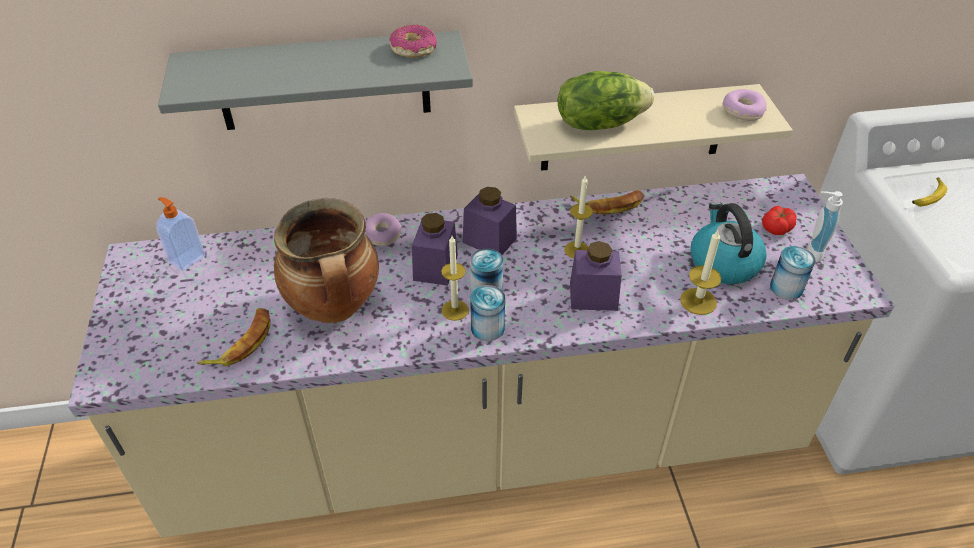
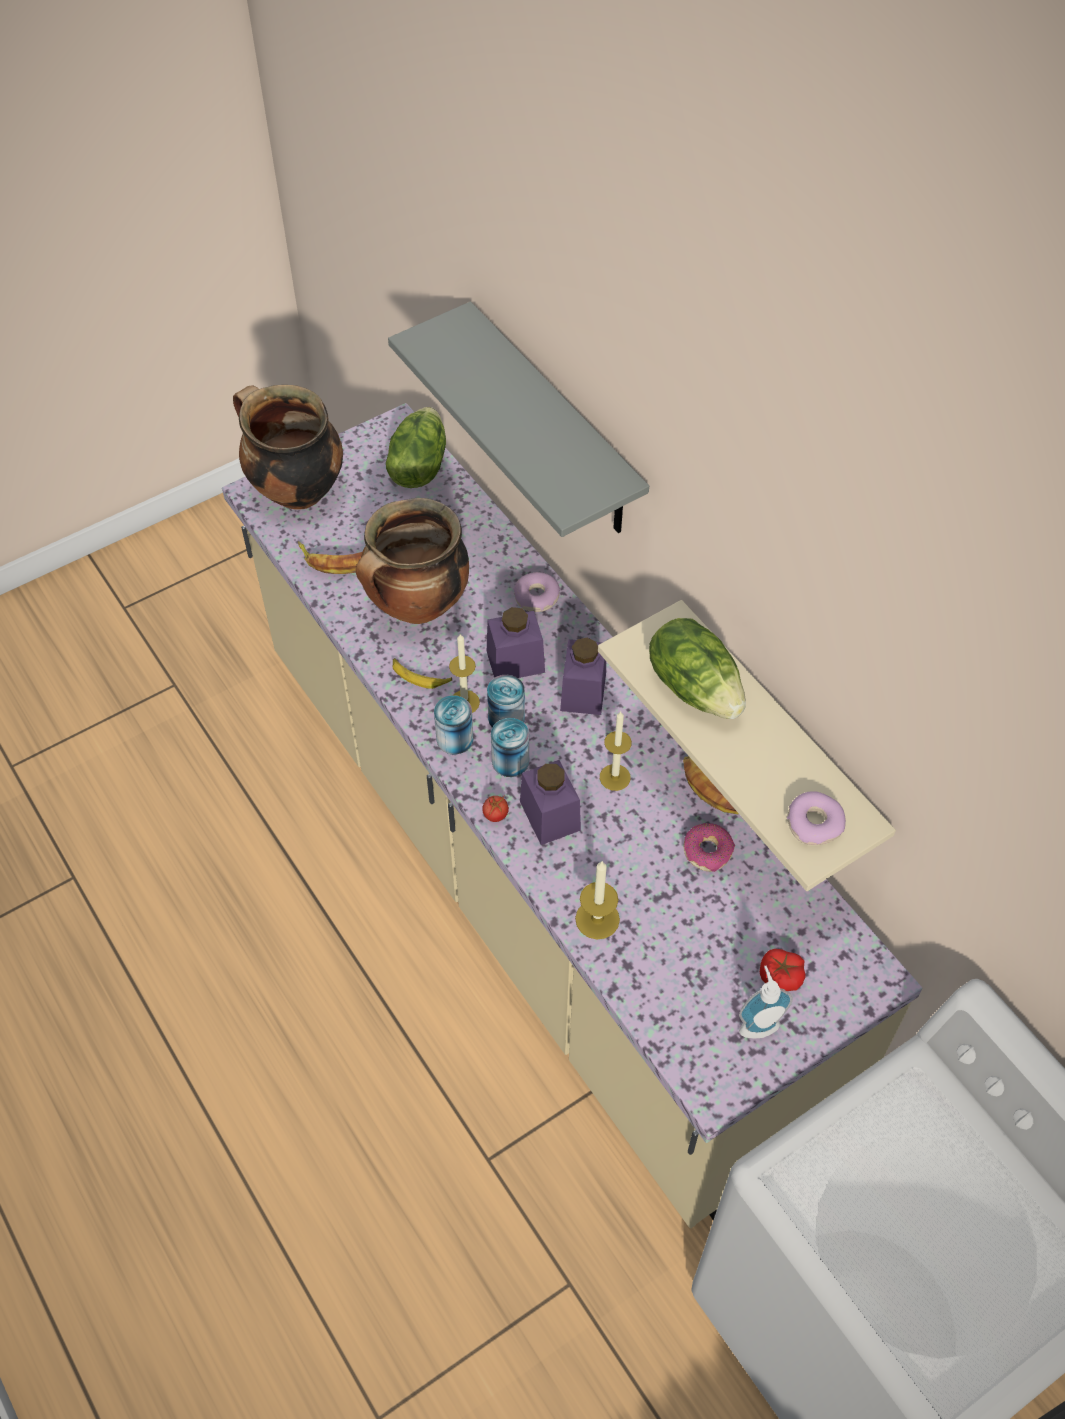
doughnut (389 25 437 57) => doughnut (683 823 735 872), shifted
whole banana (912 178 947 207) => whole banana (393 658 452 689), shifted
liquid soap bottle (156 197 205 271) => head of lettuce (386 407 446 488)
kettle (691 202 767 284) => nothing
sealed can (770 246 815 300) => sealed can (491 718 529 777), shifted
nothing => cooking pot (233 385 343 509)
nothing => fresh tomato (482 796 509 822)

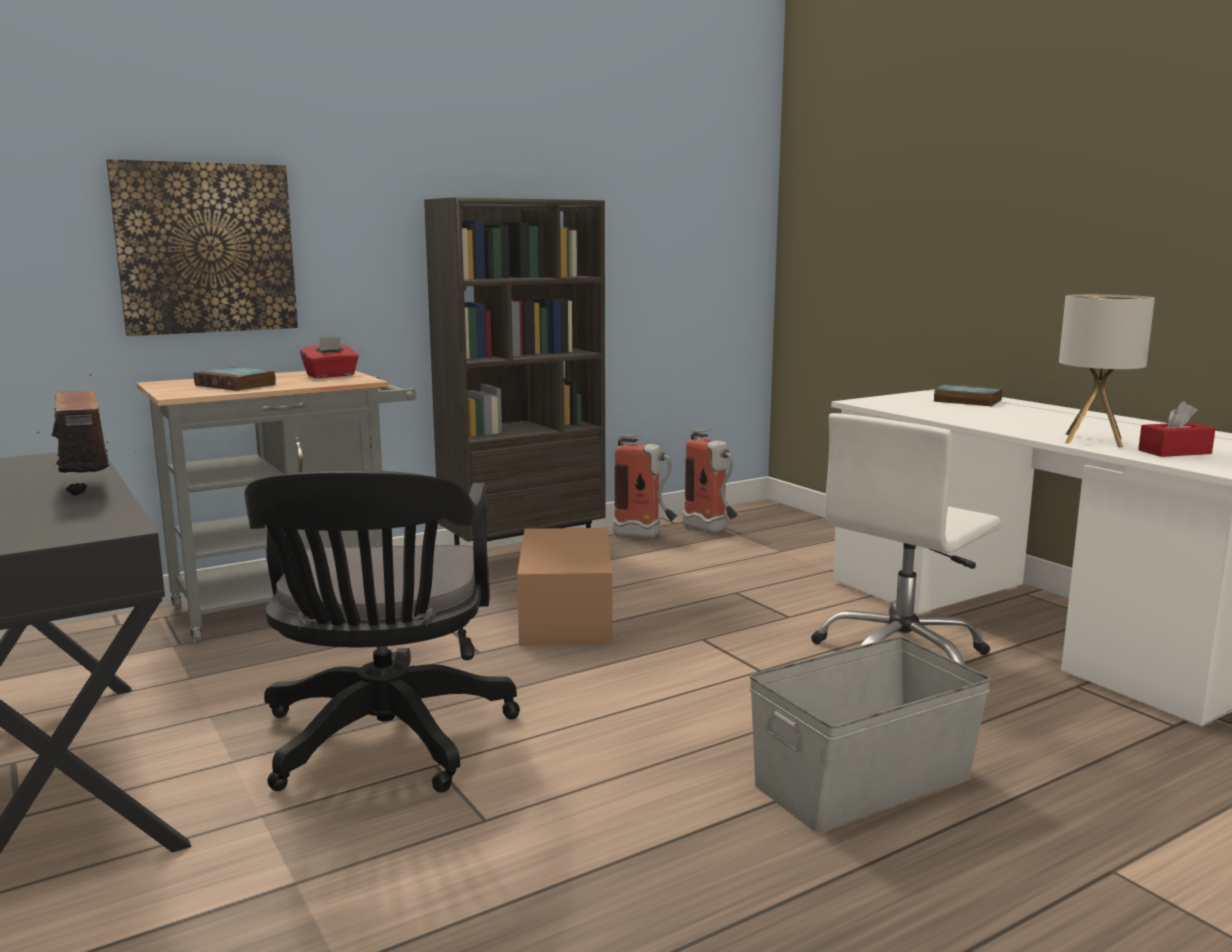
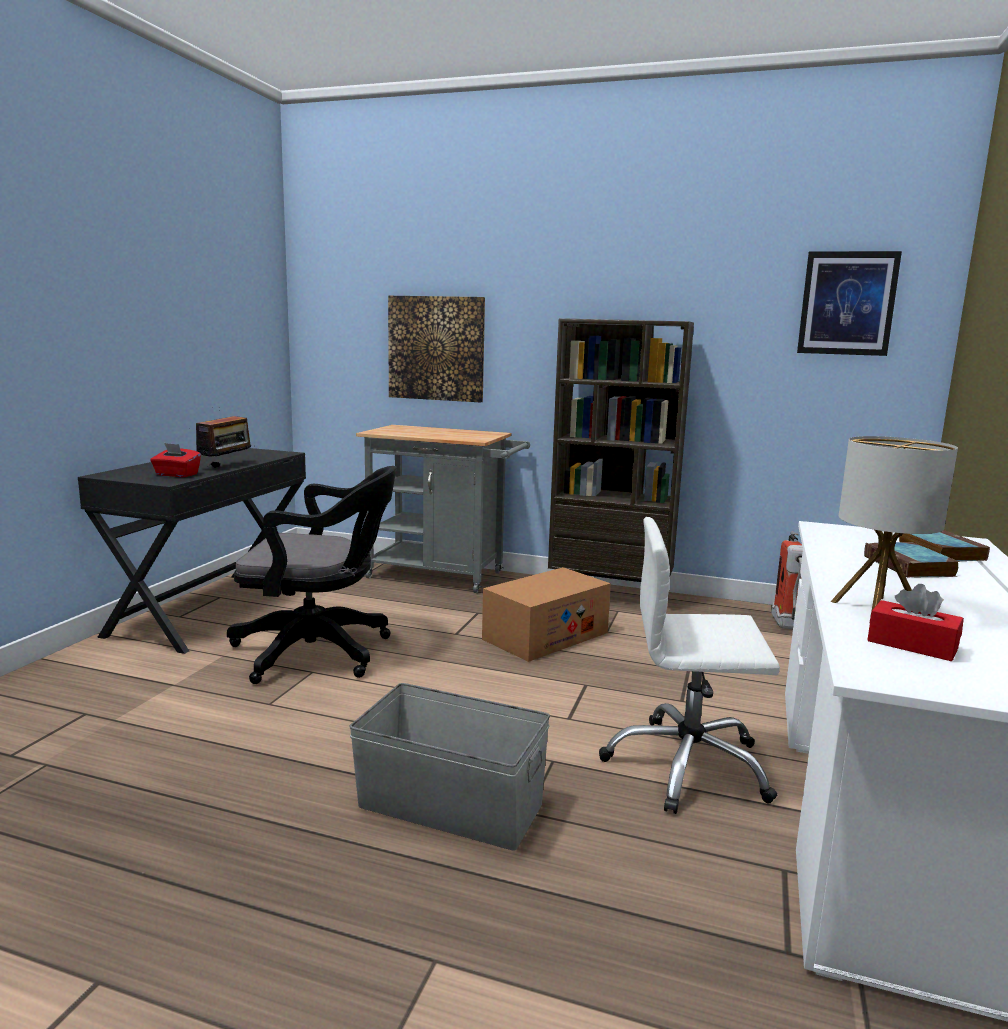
red-coloured tissue box (300 337 359 378) => red-coloured tissue box (150 443 201 477), shifted
bound book (193 367 276 391) => bound book (864 542 959 578), shifted
fire-fighting cylinder (613 433 677 539) => nothing
black-coloured computer chair (244 470 520 793) => black-coloured computer chair (227 466 397 684), 135 degrees counterclockwise
nothing => wall picture (797 251 902 356)

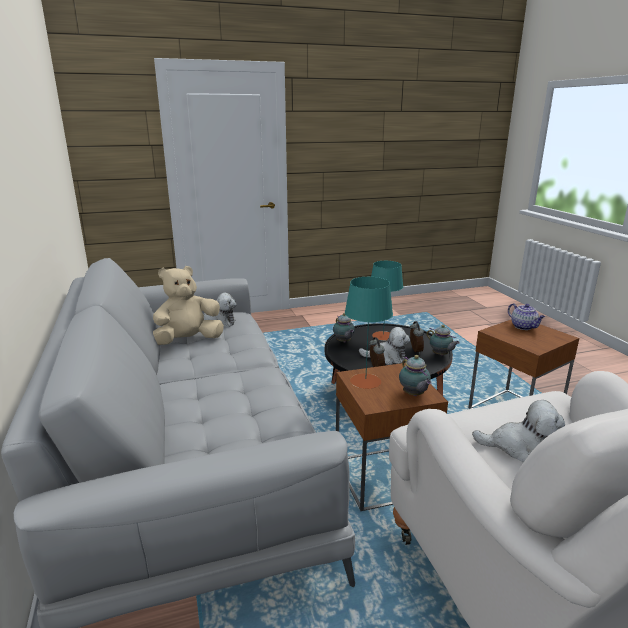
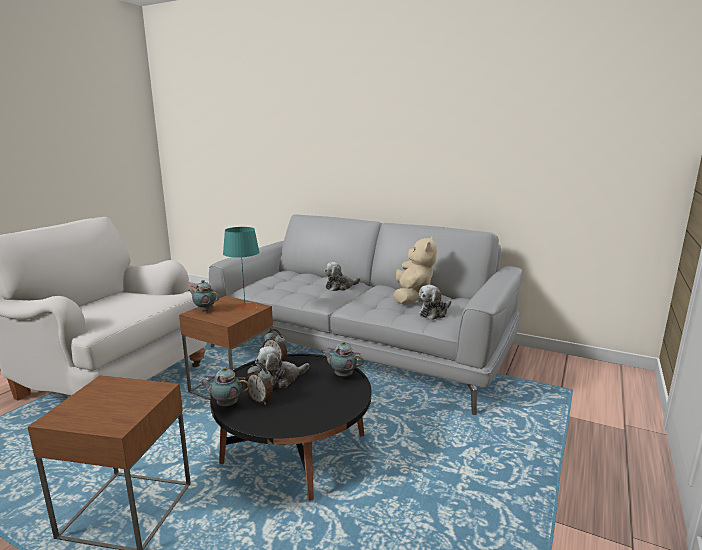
turquoise-coloured lamp for a table (371 261 403 341) => nothing
teapot (508 303 545 330) => nothing
soft toy (472 400 565 462) => soft toy (324 262 361 291), shifted

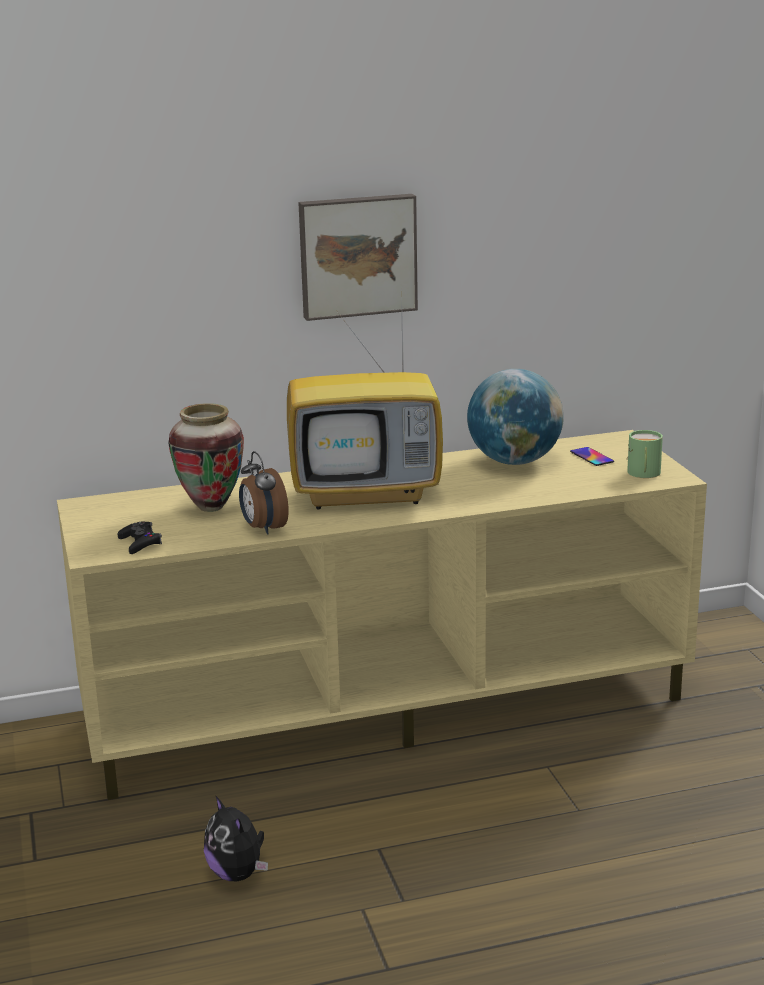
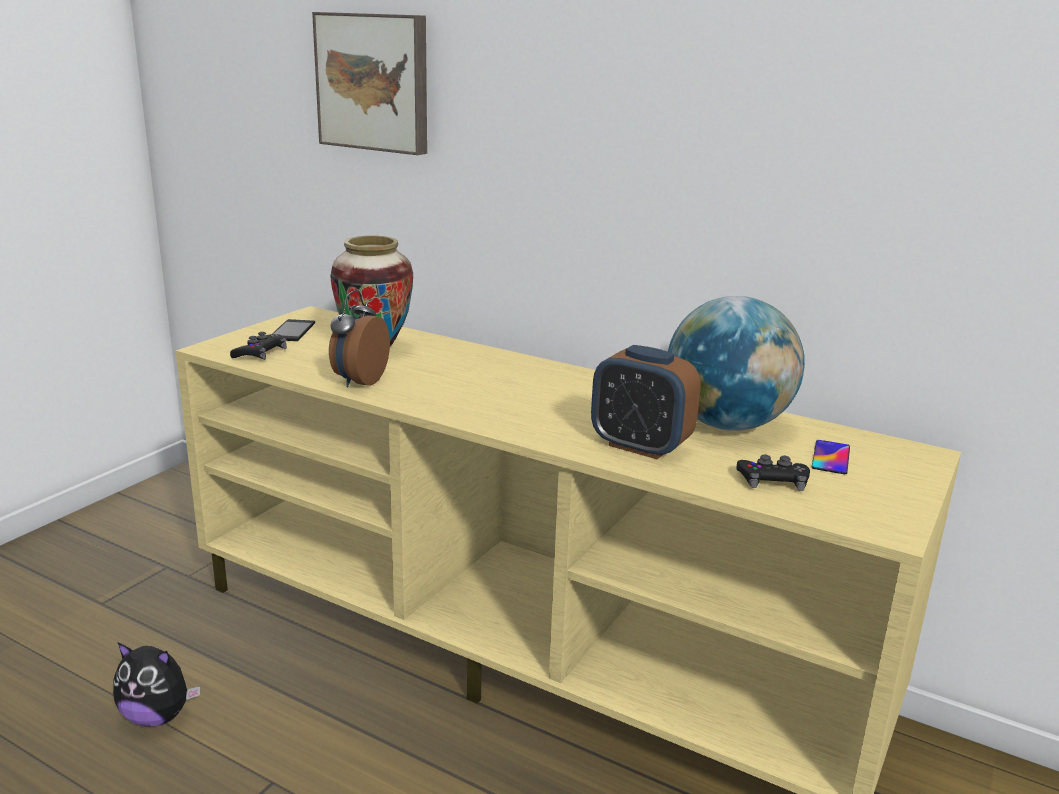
wall picture (298 194 418 321) => wall picture (312 12 427 155), shifted
TV (287 314 443 509) => nothing
greenish mug (627 430 663 478) => nothing
soft toy (204 795 268 881) => soft toy (113 642 200 727), 90 degrees counterclockwise
nothing => telephone (272 319 315 341)
nothing => bedside clock (591 345 700 460)
nothing => black-coloured joypad (736 454 810 491)

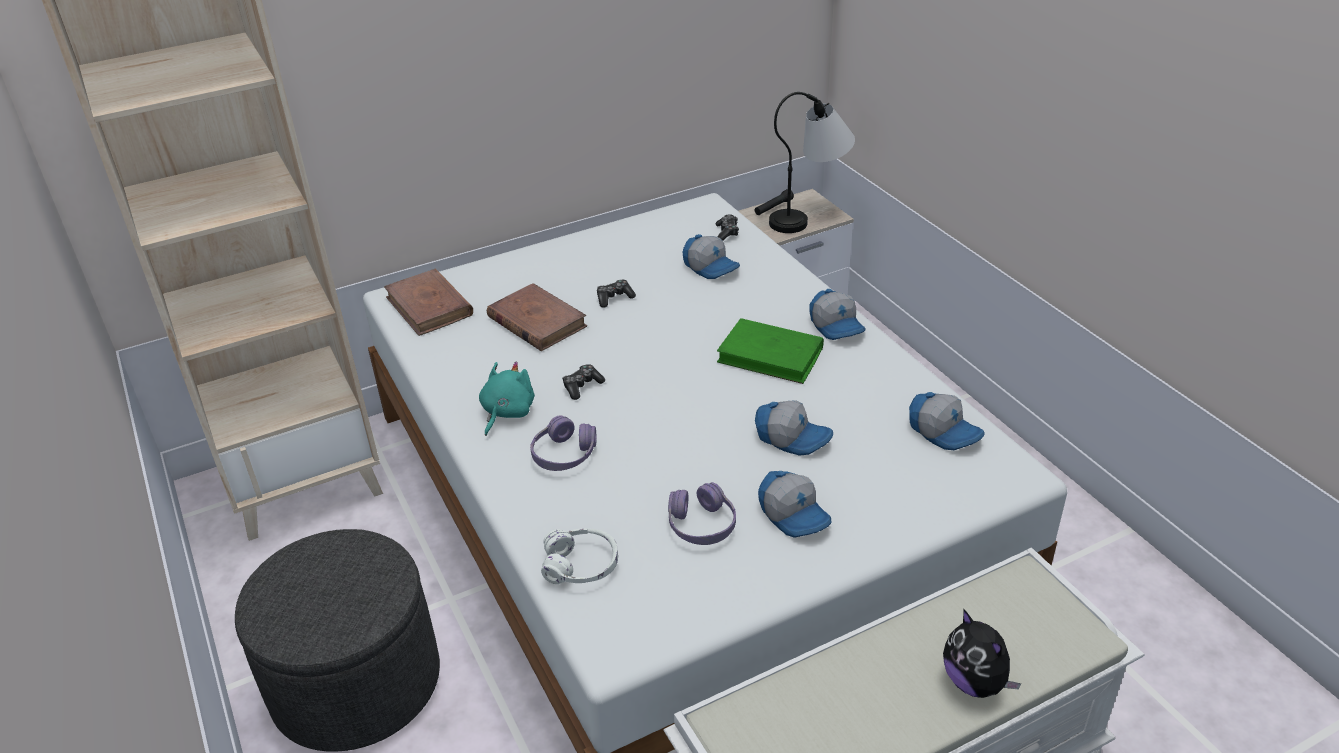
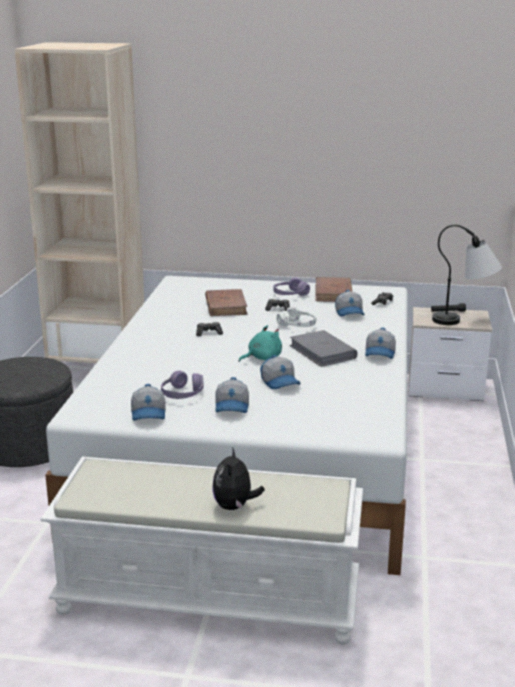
brown bound book (384 269 473 336) => brown bound book (316 277 352 302), shifted
greenish bound book (717 318 824 384) => grey bound book (290 330 357 367)
turquoise-coloured soft toy (479 361 535 436) => turquoise-coloured soft toy (239 325 282 362), shifted
baseball cap (909 392 985 450) => baseball cap (131 384 166 421), shifted
purplish headphones (530 415 596 471) => purplish headphones (273 278 310 296), shifted
white-coloured headphones (541 528 618 584) => white-coloured headphones (276 306 316 327), shifted

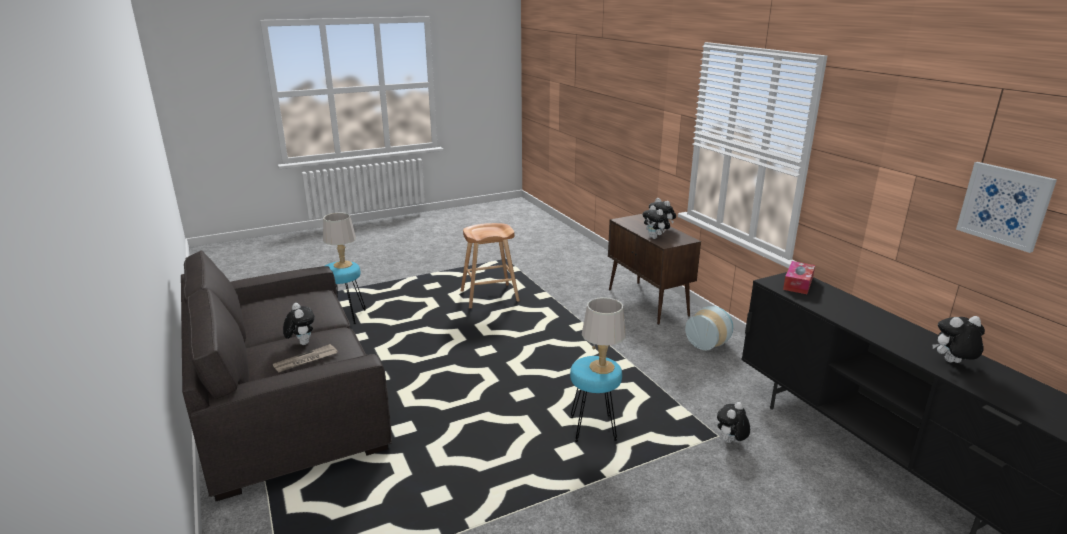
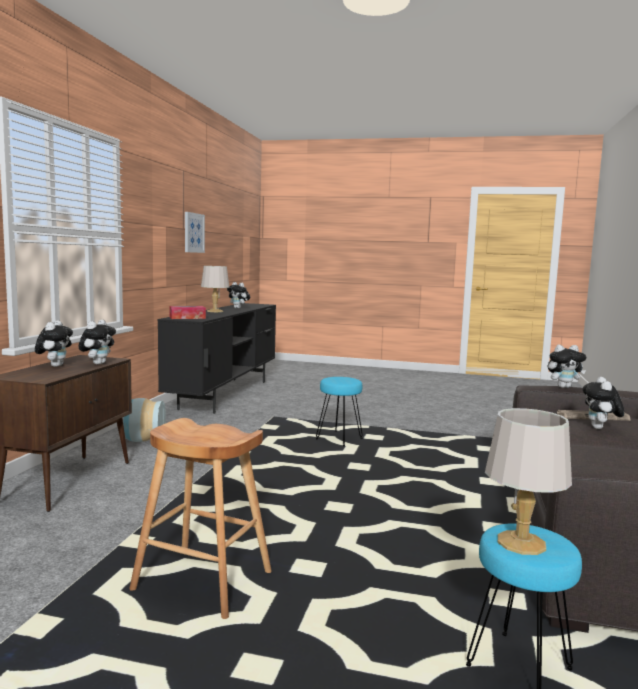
grey lamp for a table (582 297 626 374) => grey lamp for a table (201 266 229 312), shifted
soft toy (717 402 750 443) => soft toy (548 345 586 388), shifted

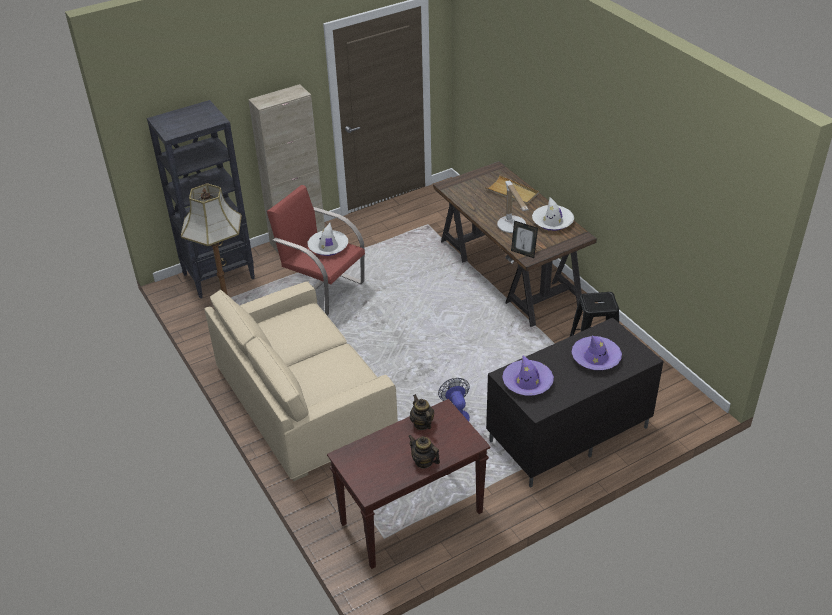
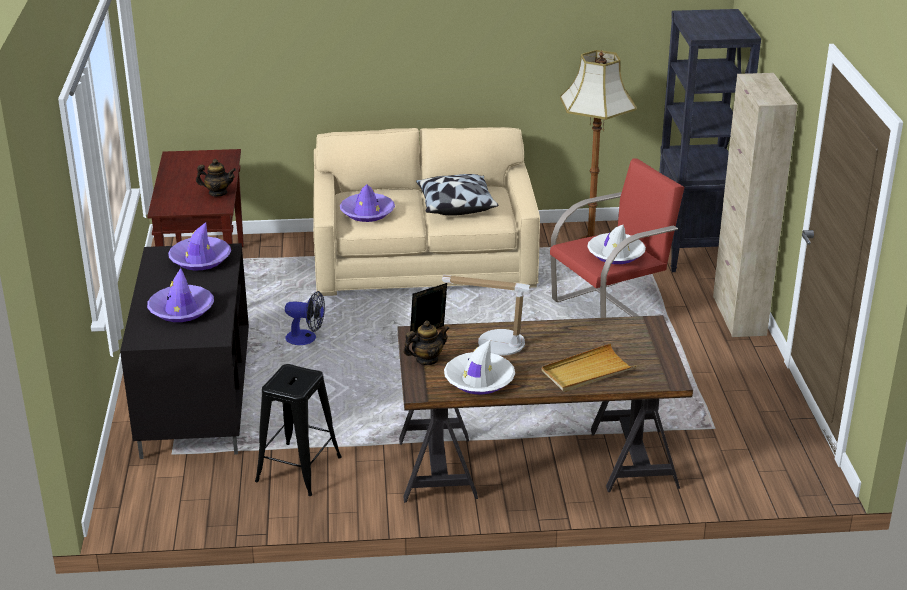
teapot (408 435 440 469) => teapot (403 321 450 365), shifted
nothing => cushion (416 174 499 216)
nothing => purplish clothing hat (340 184 395 222)

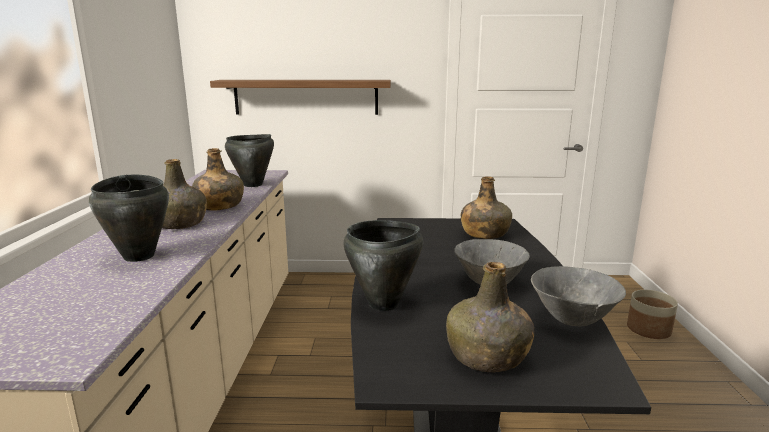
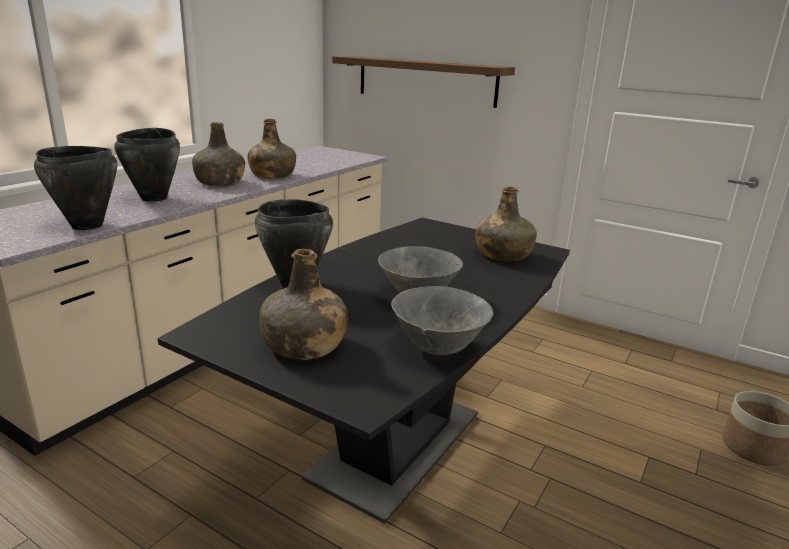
black-coloured cooking pot (225 134 274 187) => black-coloured cooking pot (34 146 117 230), shifted

